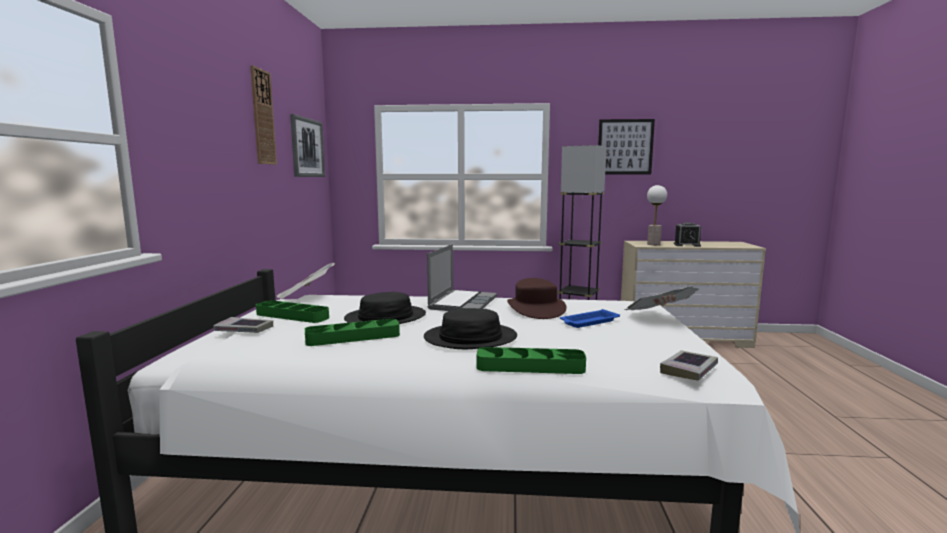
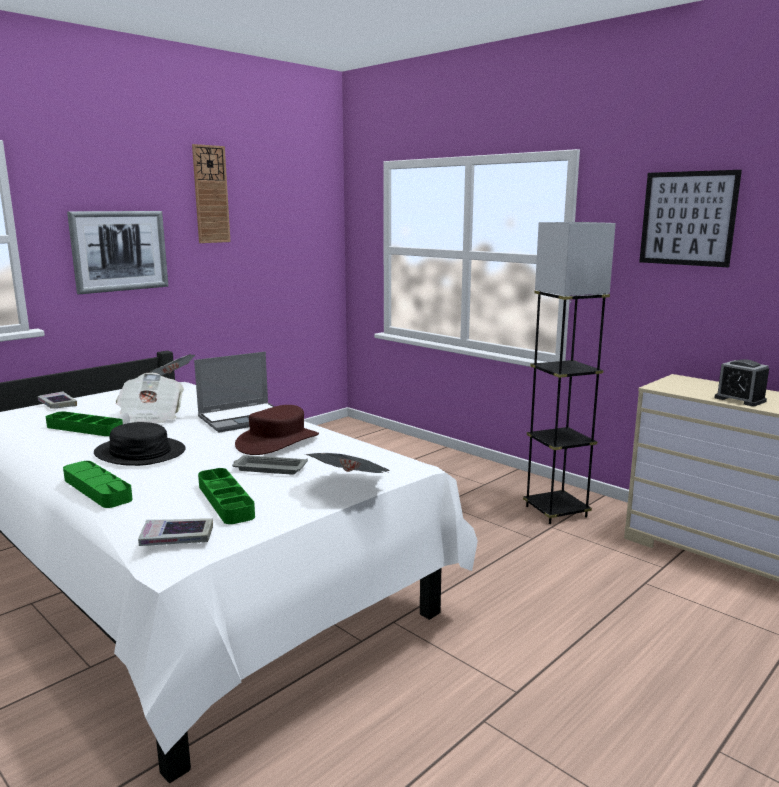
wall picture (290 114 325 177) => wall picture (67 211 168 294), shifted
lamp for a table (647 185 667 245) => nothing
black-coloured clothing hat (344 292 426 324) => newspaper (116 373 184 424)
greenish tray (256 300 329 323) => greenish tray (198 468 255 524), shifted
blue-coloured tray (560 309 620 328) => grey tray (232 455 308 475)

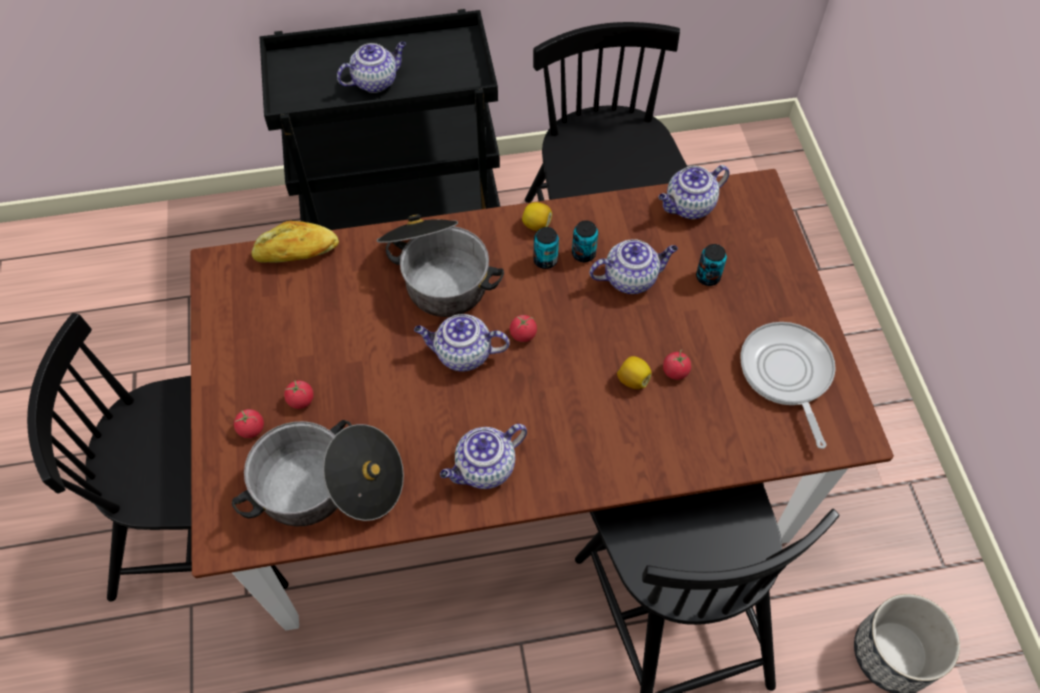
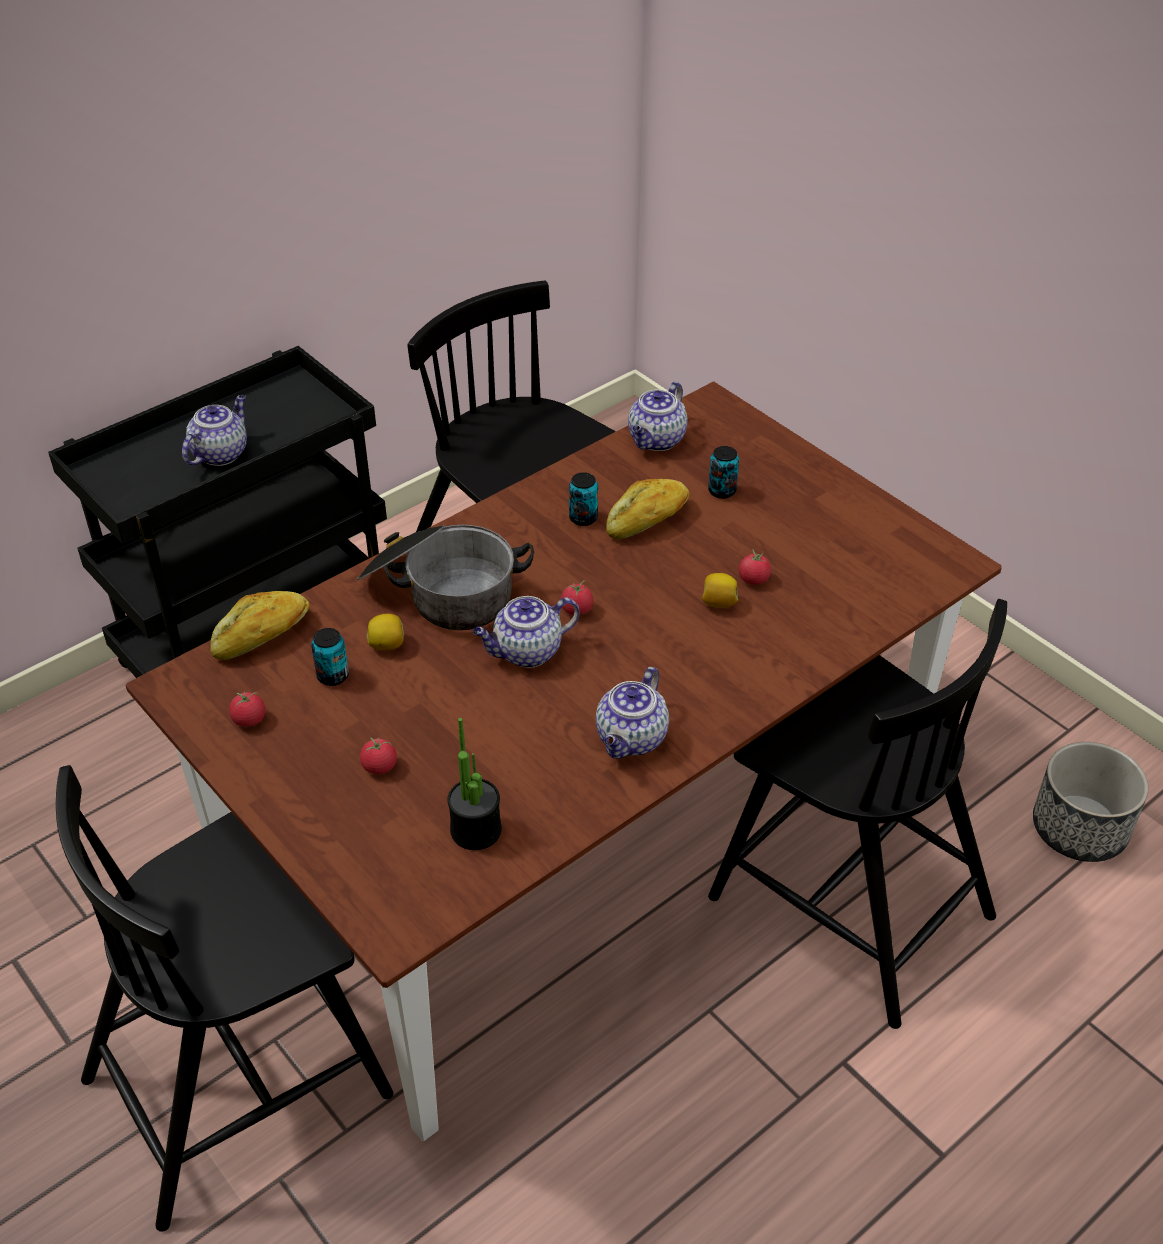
whole lemon (522 202 552 231) => whole lemon (367 613 404 651), shifted
sealed can (533 227 559 269) => sealed can (311 628 349 686), shifted
teapot (589 239 678 294) => bread (606 479 689 539)
skillet (741 322 836 449) => nothing
fresh tomato (234 409 264 438) => fresh tomato (229 692 265 727), shifted
cooking pot (232 420 404 526) => potted plant (447 718 502 850)

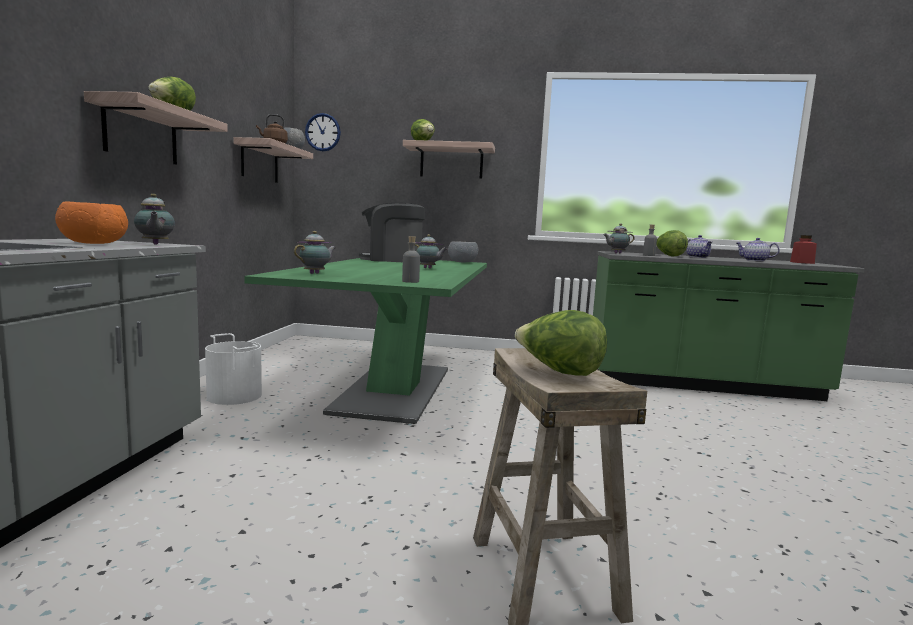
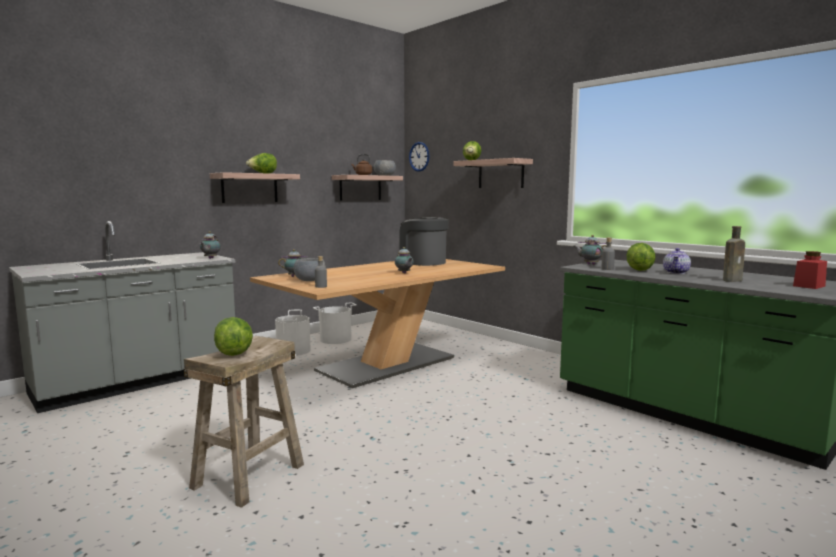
orangey deep dish (55 202 128 244) => nothing
teapot (736 238 780 261) => brown bottle (723 226 745 282)
grey deep dish (448 241 478 263) => grey deep dish (294 258 326 281), shifted
greenish dining table (244 258 487 424) => beige-coloured dining table (250 259 505 388)
nothing => white-coloured pail (313 302 357 344)

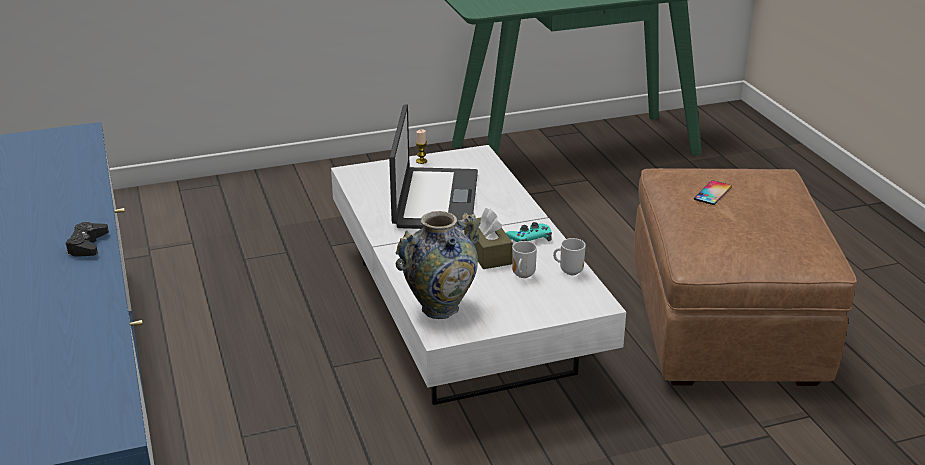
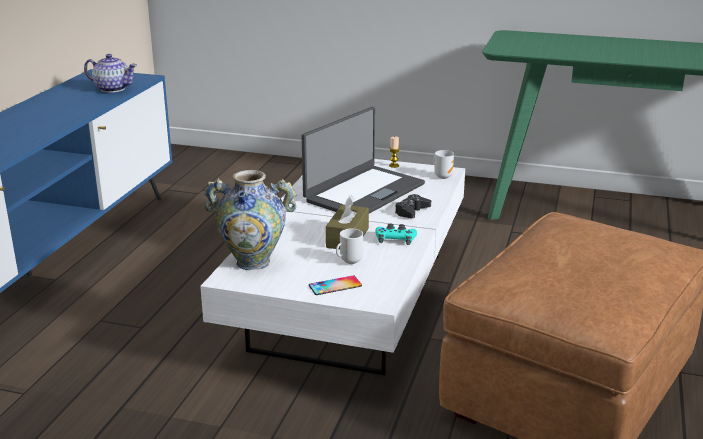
telephone (694 180 732 205) => telephone (309 275 362 295), shifted
black-coloured joypad (66 222 109 257) => black-coloured joypad (395 194 431 218), shifted
mug (553 238 586 275) => mug (433 150 454 179), shifted
nothing => teapot (84 54 137 93)

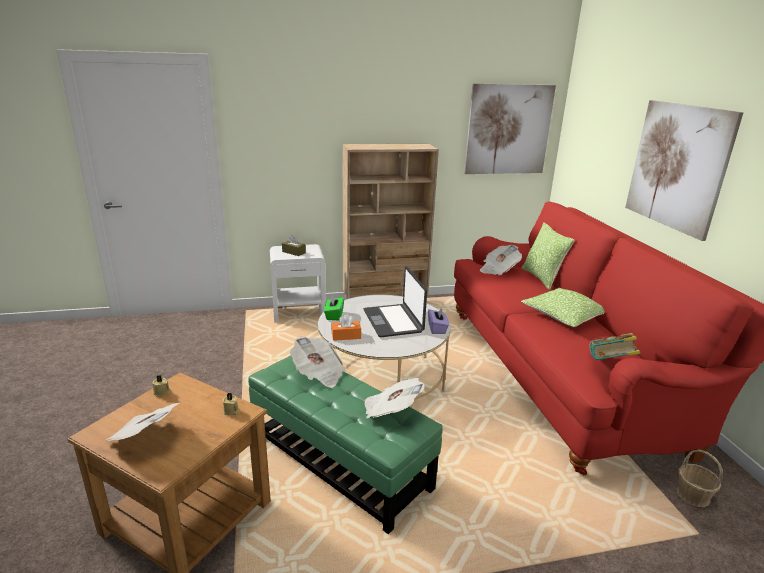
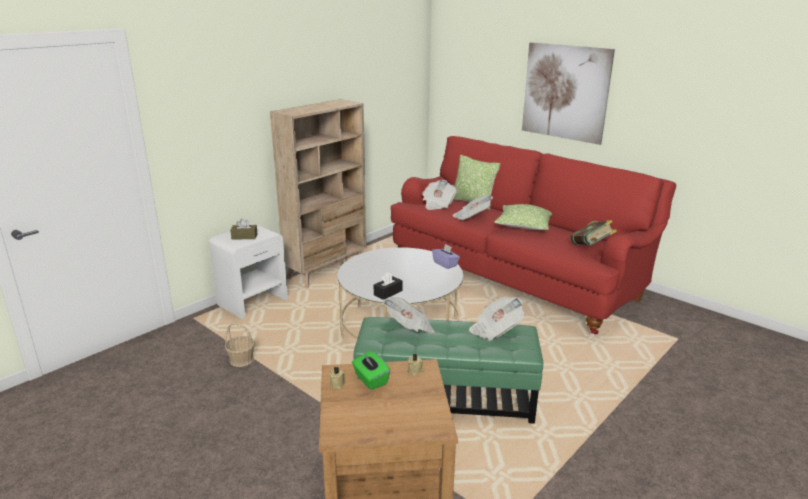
wall picture (464 83 556 174) => nothing
notebook computer (363 266 427 337) => nothing
greenish tissue box (324 294 344 320) => greenish tissue box (352 351 390 390), shifted
orangey tissue box (331 314 361 341) => black-coloured tissue box (374 272 403 299)
newspaper (106 403 179 441) => newspaper (453 195 493 221), shifted
household basket (677 449 723 507) => household basket (225 323 255 367), shifted

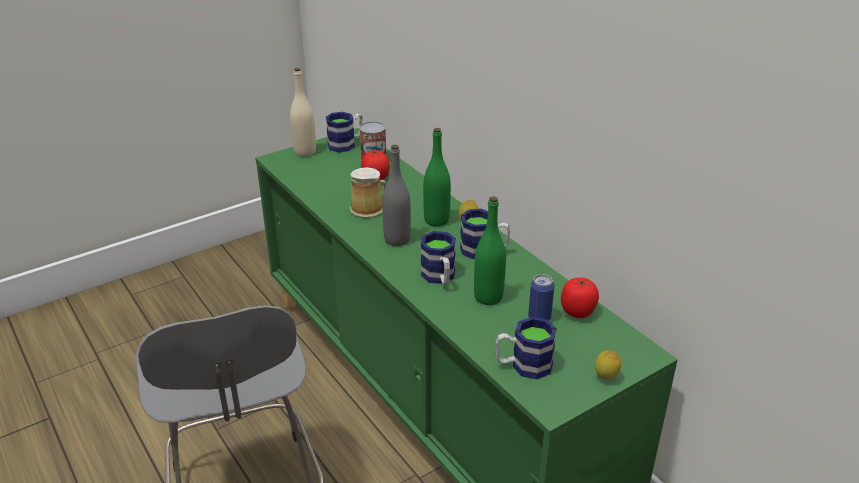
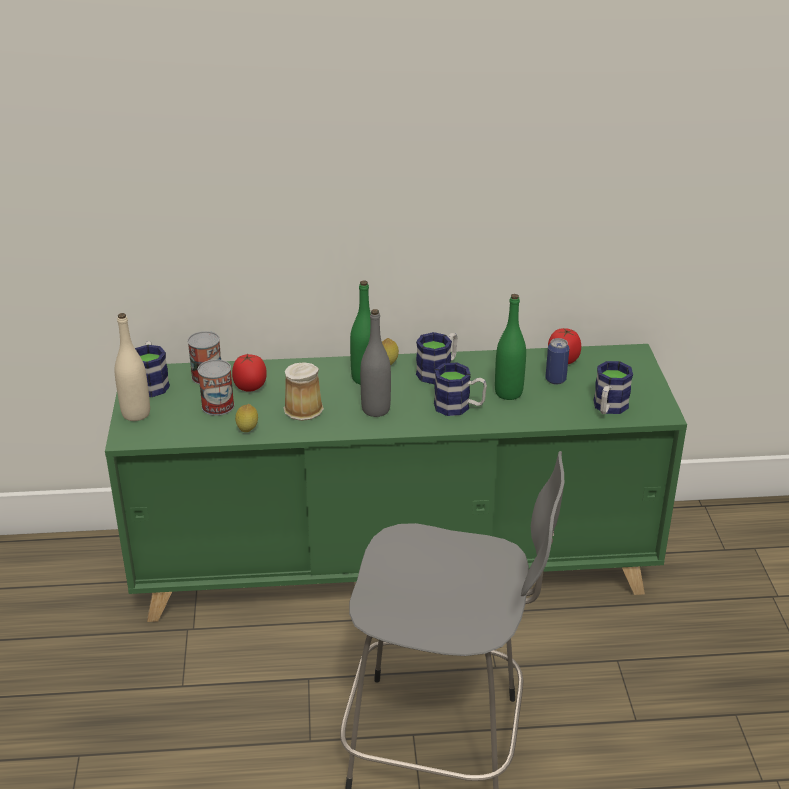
whole lemon (595 350 621 379) => whole lemon (235 404 258 432), shifted
nothing => sealed can (198 359 234 416)

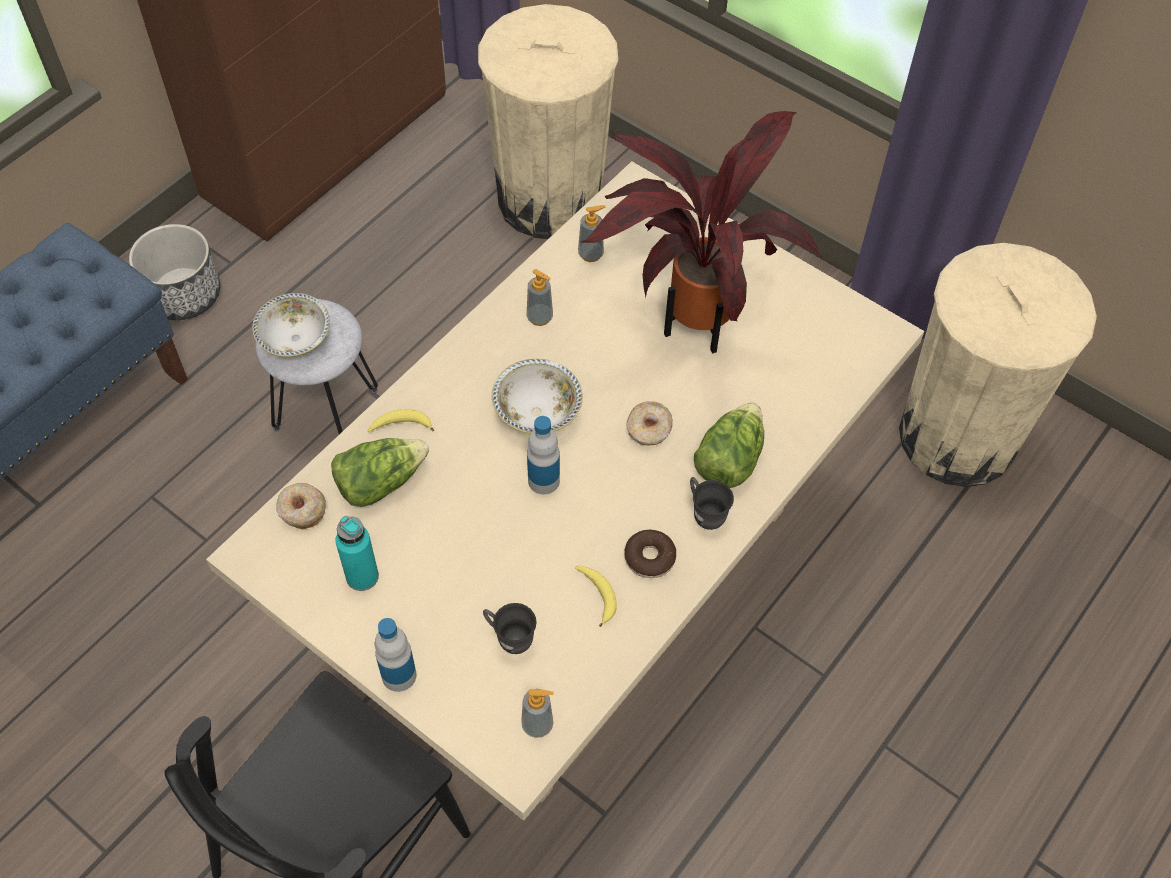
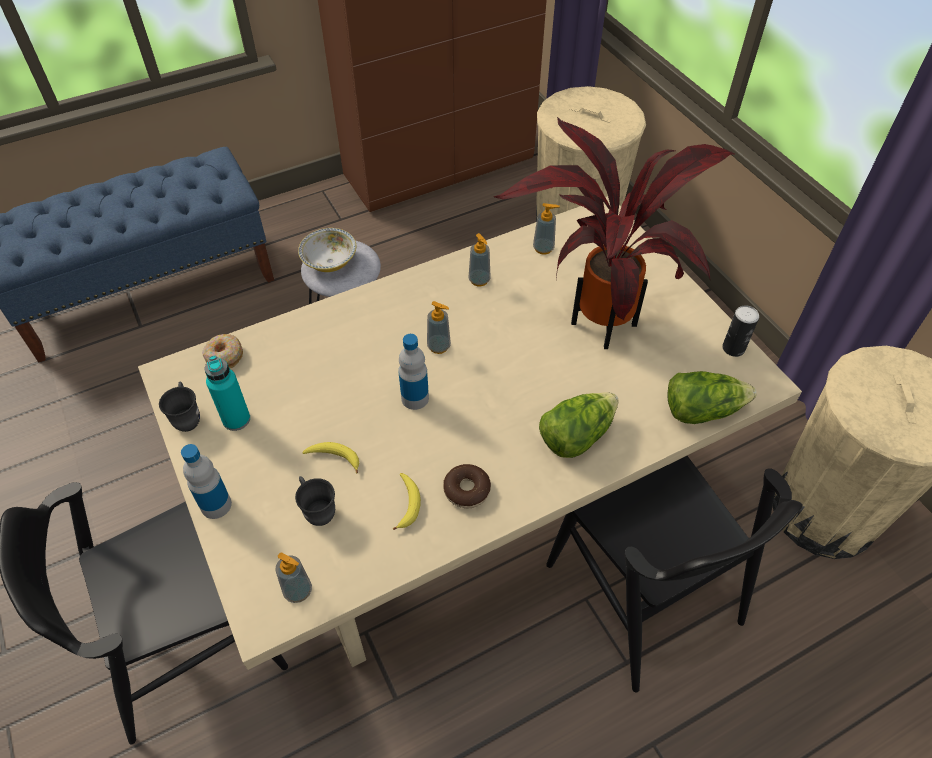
plant pot (129 224 220 320) => nothing
deep dish (492 358 583 434) => liquid soap bottle (427 301 451 354)
doughnut (626 401 673 446) => nothing
whole banana (368 409 434 432) => whole banana (303 442 359 474), shifted
head of lettuce (331 438 429 507) => head of lettuce (667 371 756 424), shifted
grey mug (690 477 734 530) => grey mug (159 382 200 432), shifted
nothing => sealed can (722 305 759 357)
nothing => black-coloured chair (546 456 803 692)

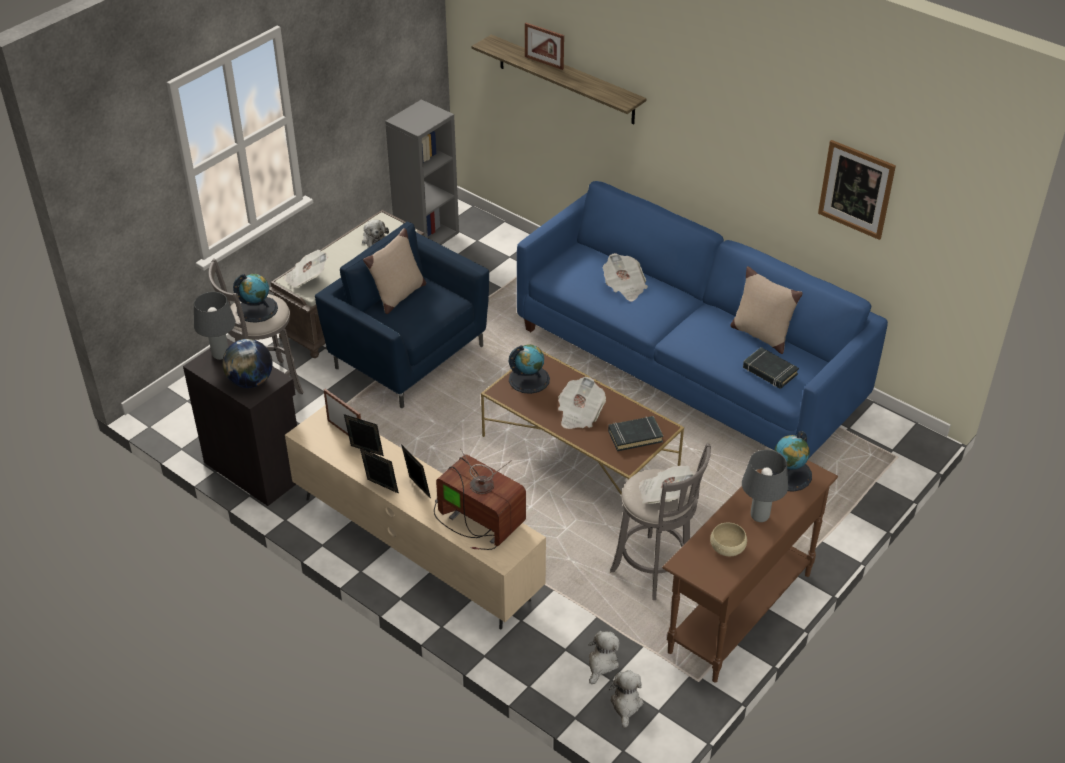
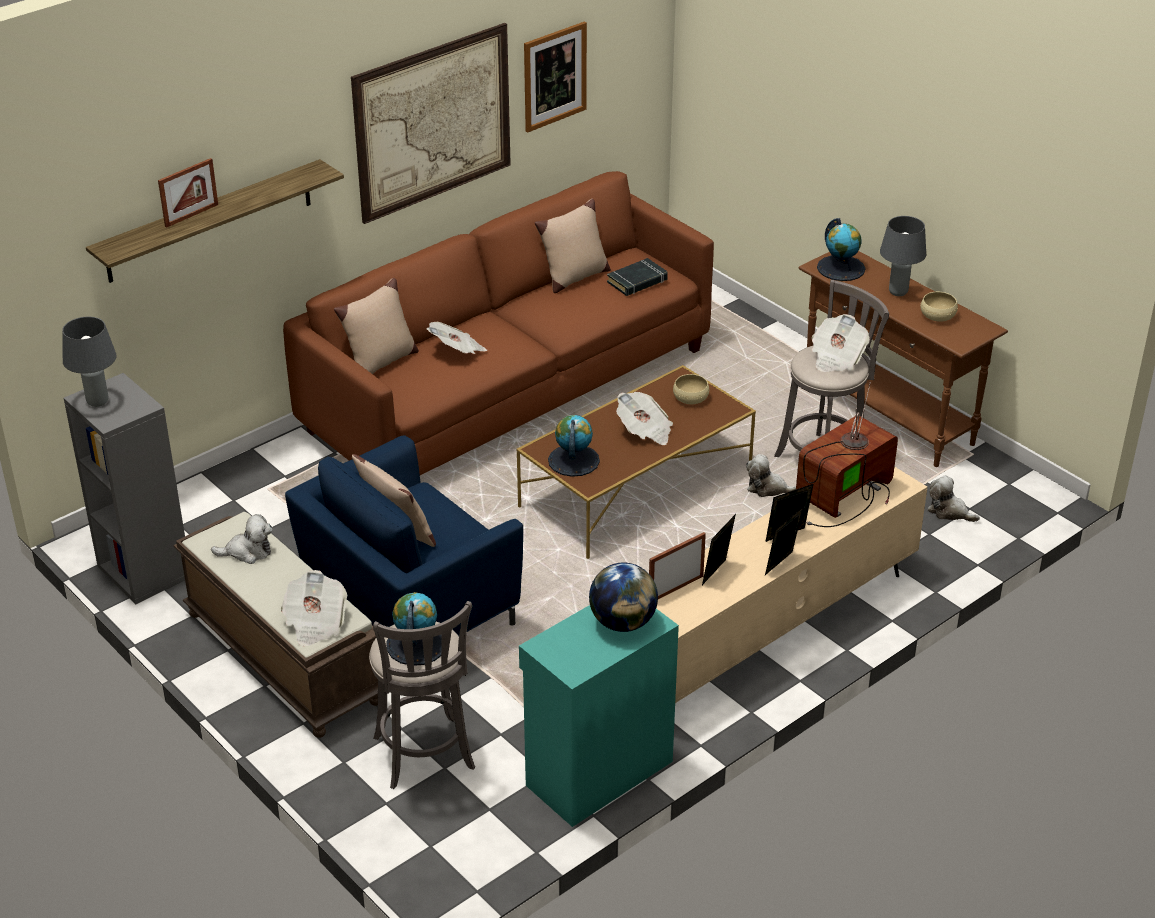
blue-coloured sofa (517 181 888 458) => brown sofa (283 171 714 475)
grey lamp for a table (194 292 236 360) => grey lamp for a table (62 317 117 407), shifted
black-coloured cupboard (183 338 297 506) => turquoise-coloured cupboard (519 605 679 827)
black-coloured bound book (608 416 663 451) => beige-coloured deep dish (673 374 709 404)
soft toy (609 670 644 728) => soft toy (746 454 796 497), shifted
nothing => wall picture (351 23 511 224)
nothing => beige-coloured cushion (334 278 419 374)

